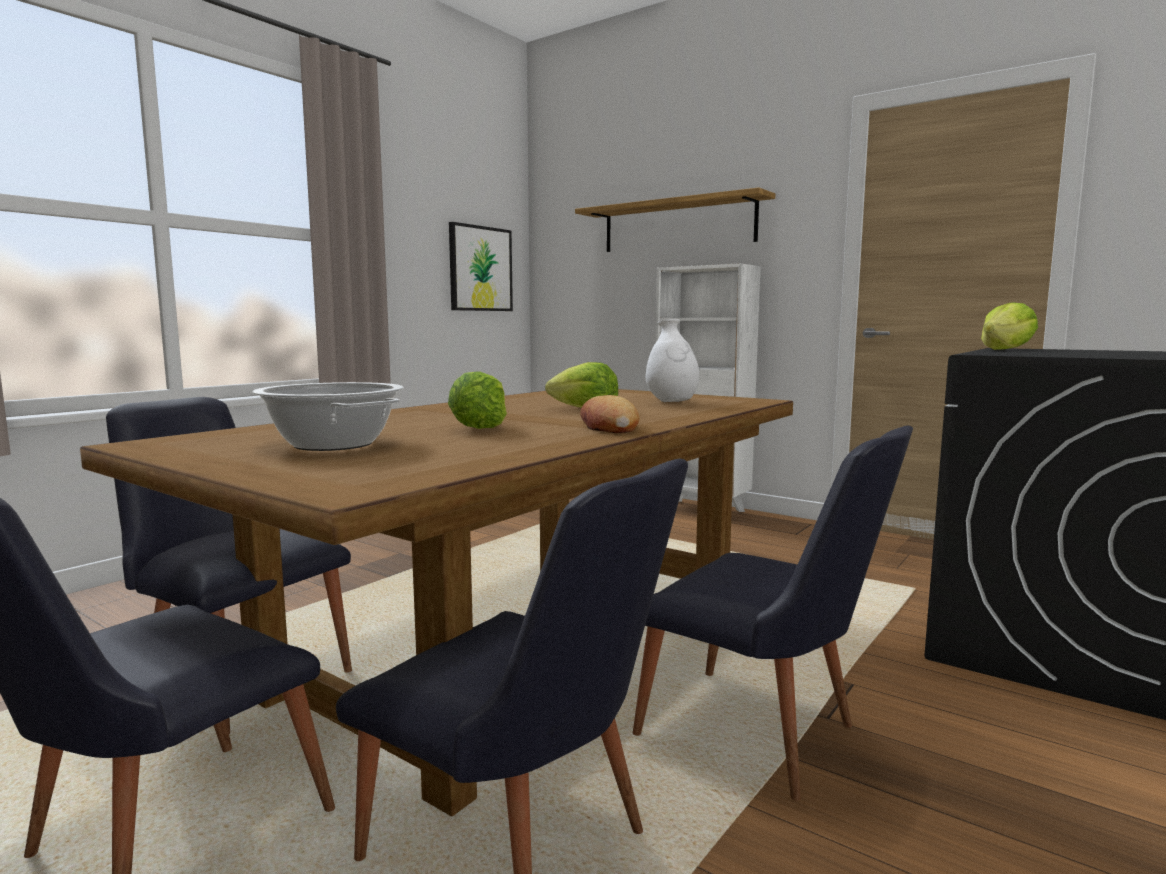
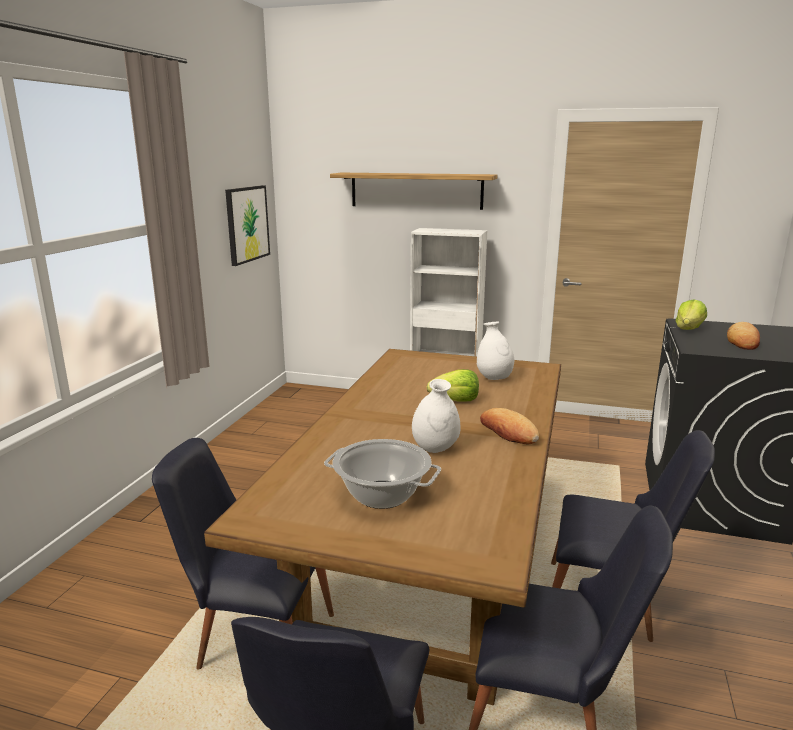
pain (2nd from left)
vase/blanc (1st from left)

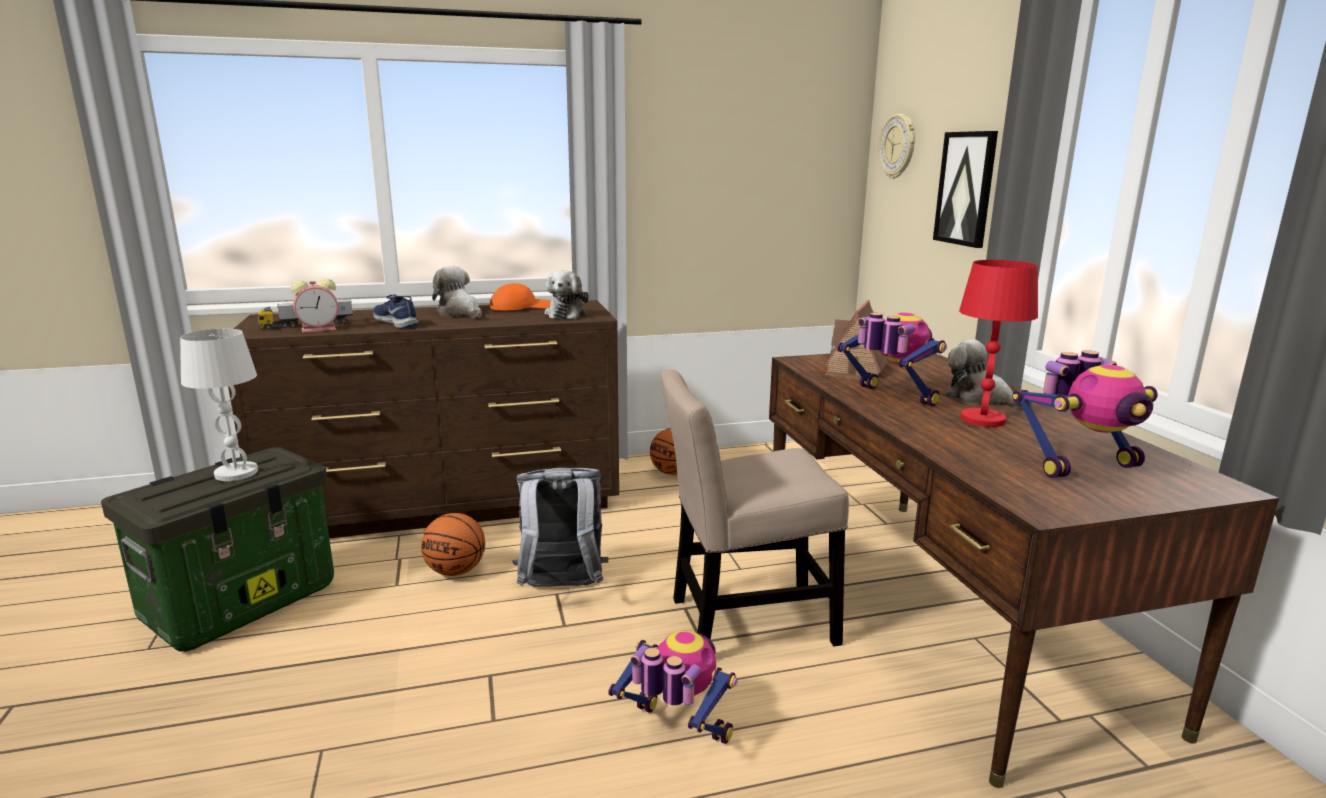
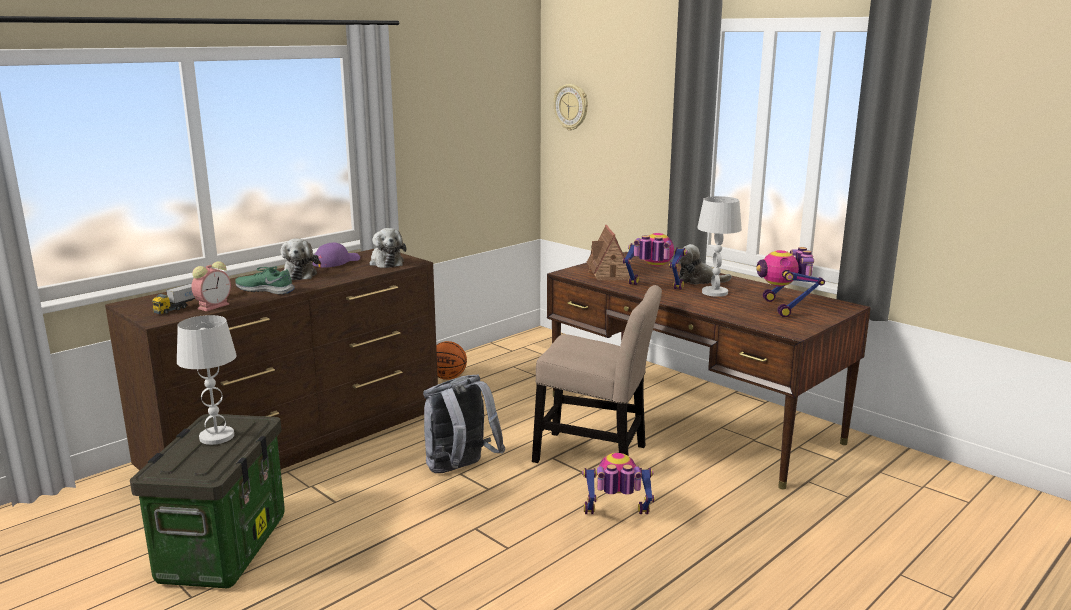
ballon de basket (1st from left in the first image)
tableau
chaussure/vert
casquette/violet
lampe de table/blanc (2nd from left)
peluche (1st from left)
chaise/beige
robot jouet (3rd from left)

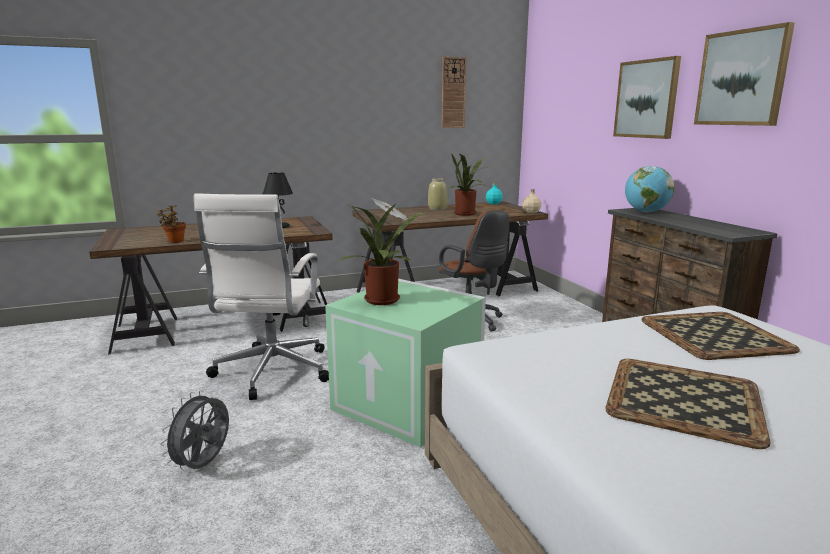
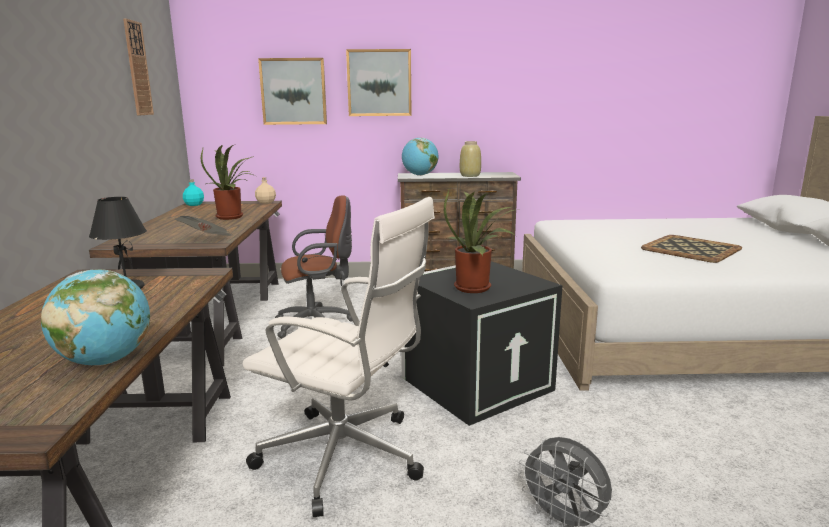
plateau (2nd from left in the first image)
vase/beige
tableau (1st from left)
globe (1st from left)
boîte de rangement/noir

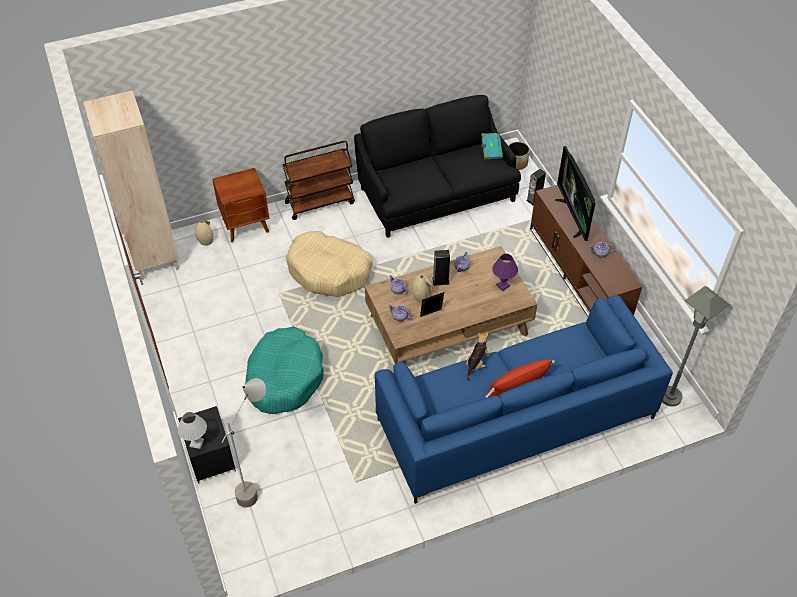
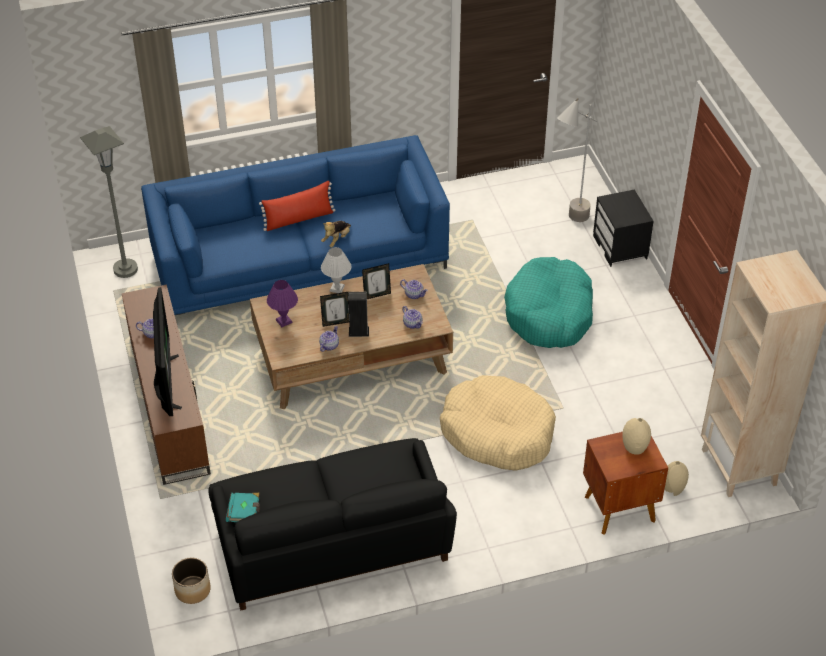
chariot/marron
enceinte (2nd from left in the first image)
cadre photo (1st from left)
lampe de table/blanc
vase/beige (1st from left)

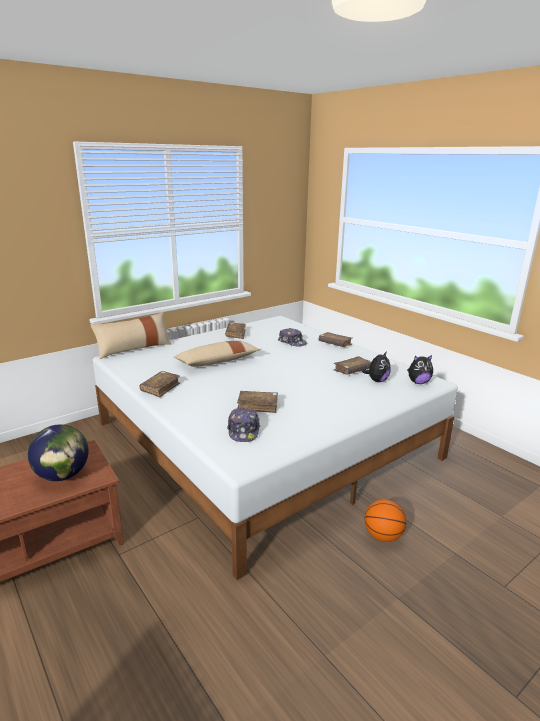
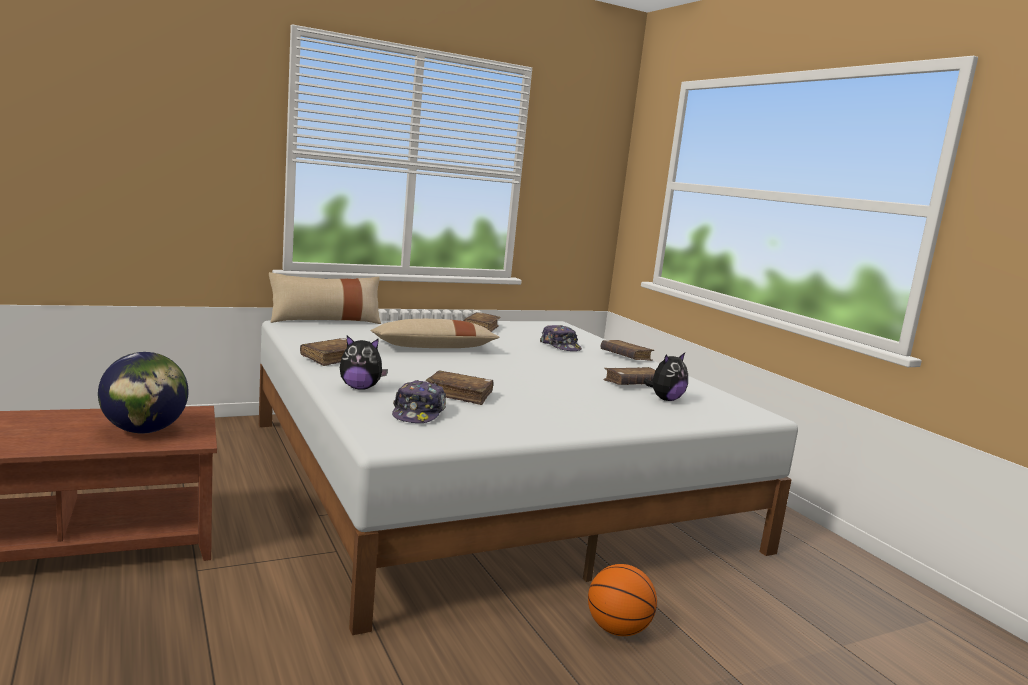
peluche (1st from left)

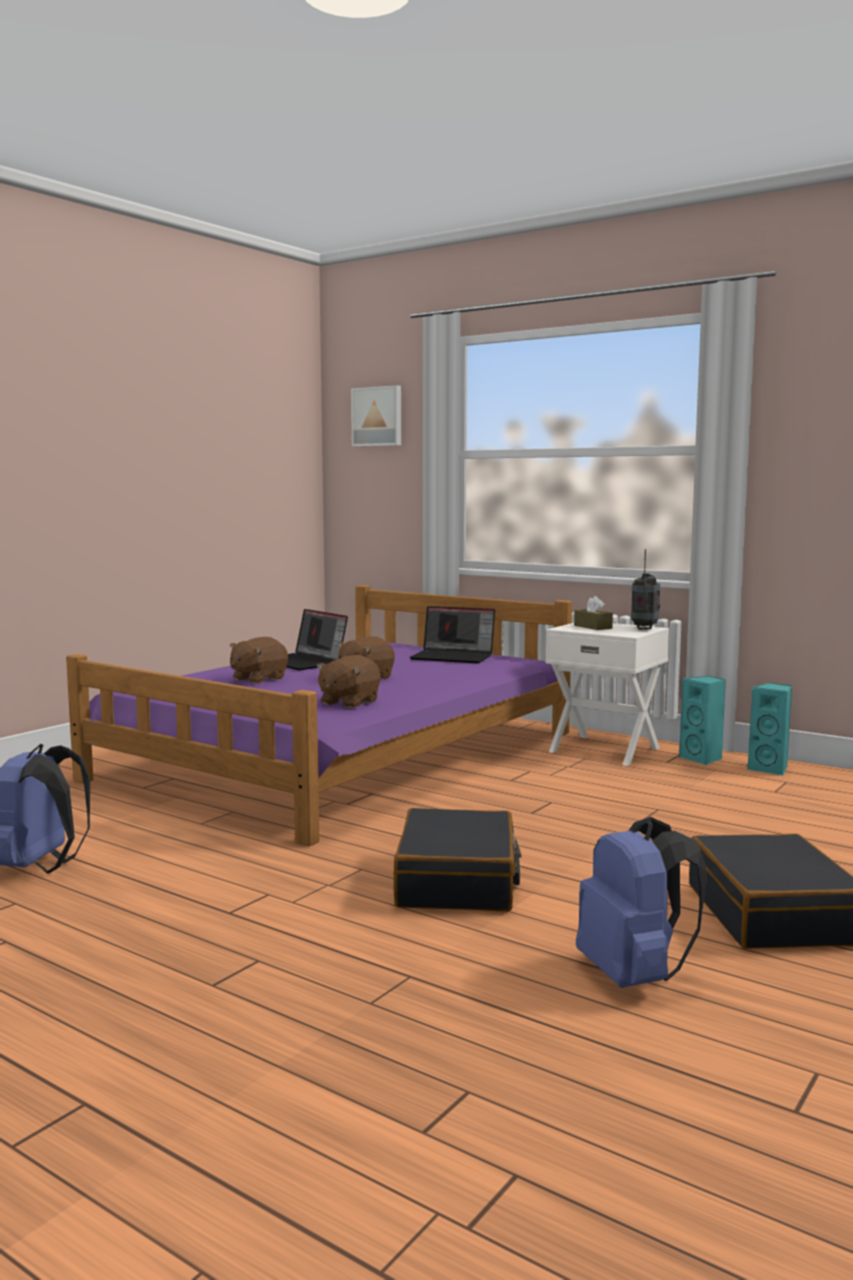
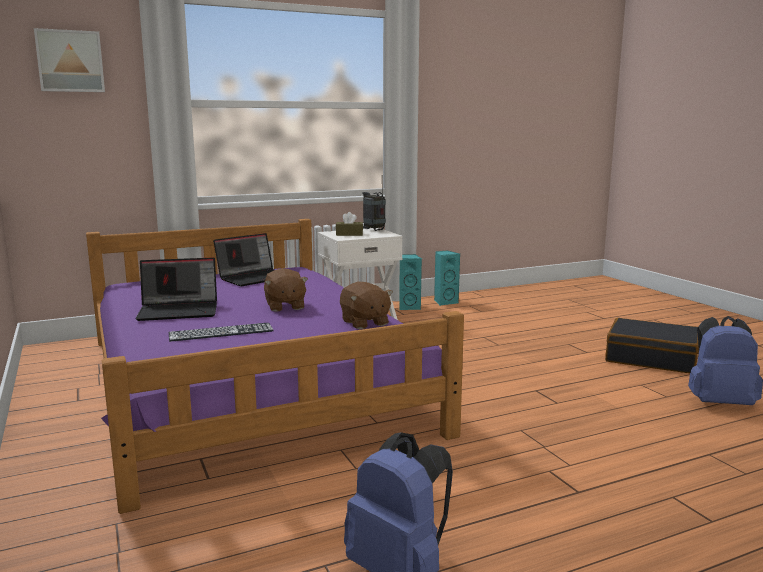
valise/noir (1st from left in the first image)
clavier

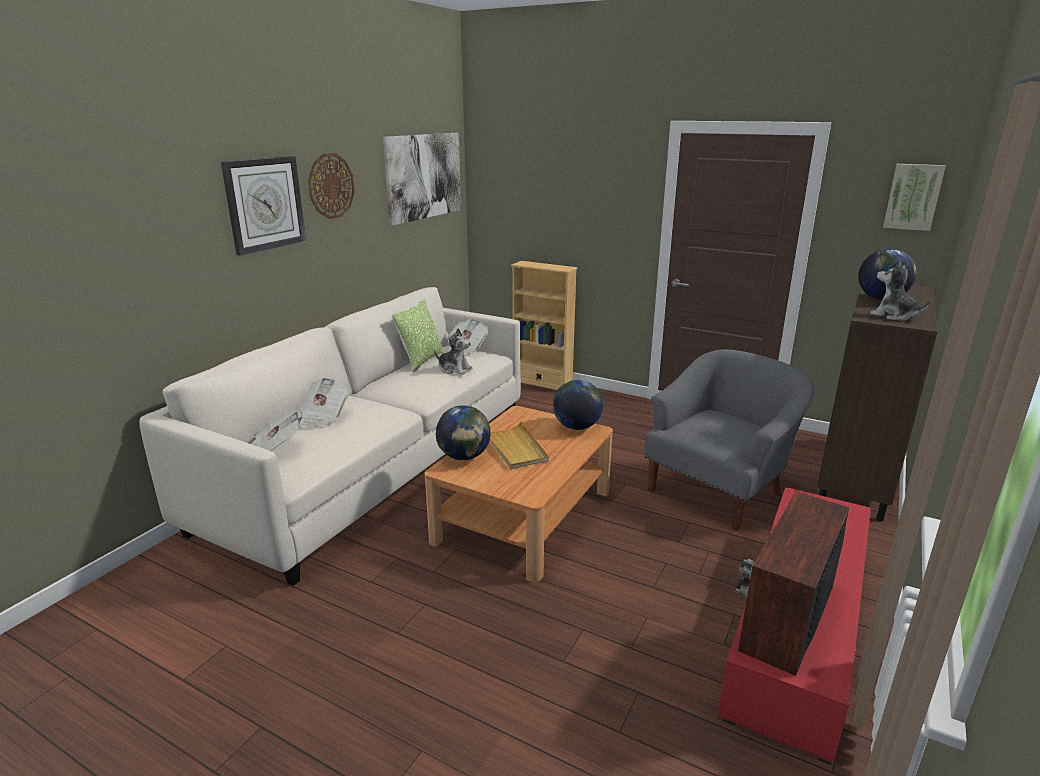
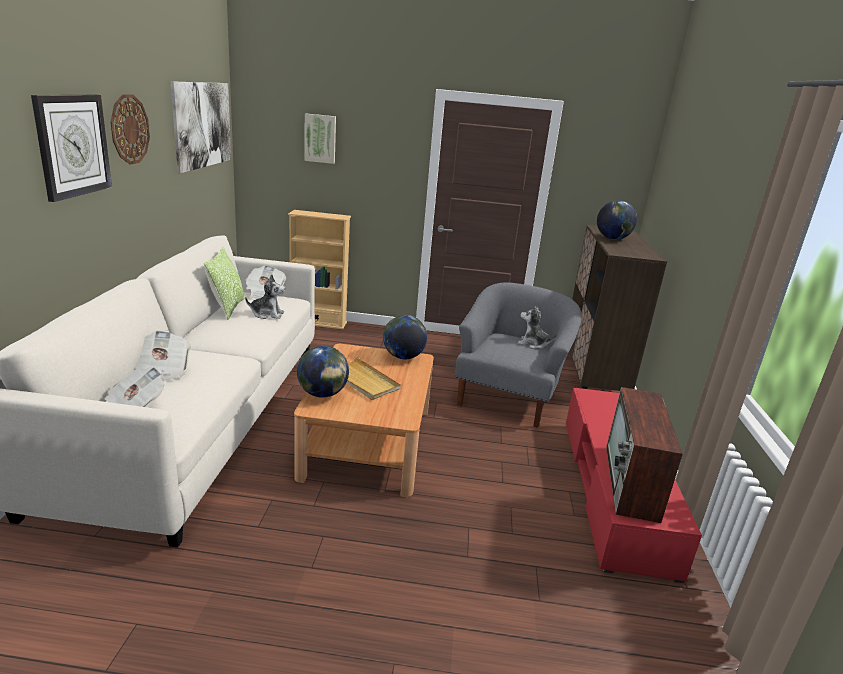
peluche (2nd from left)
tableau (2nd from left)

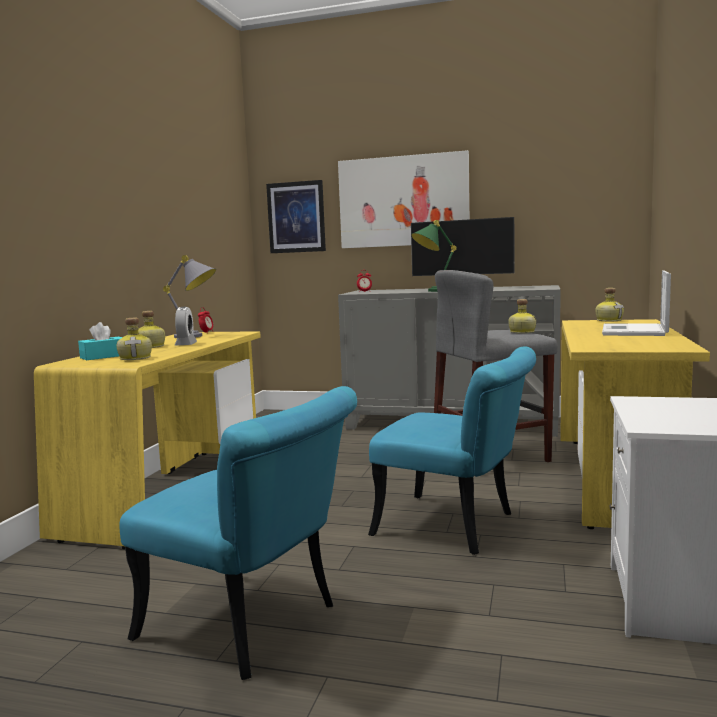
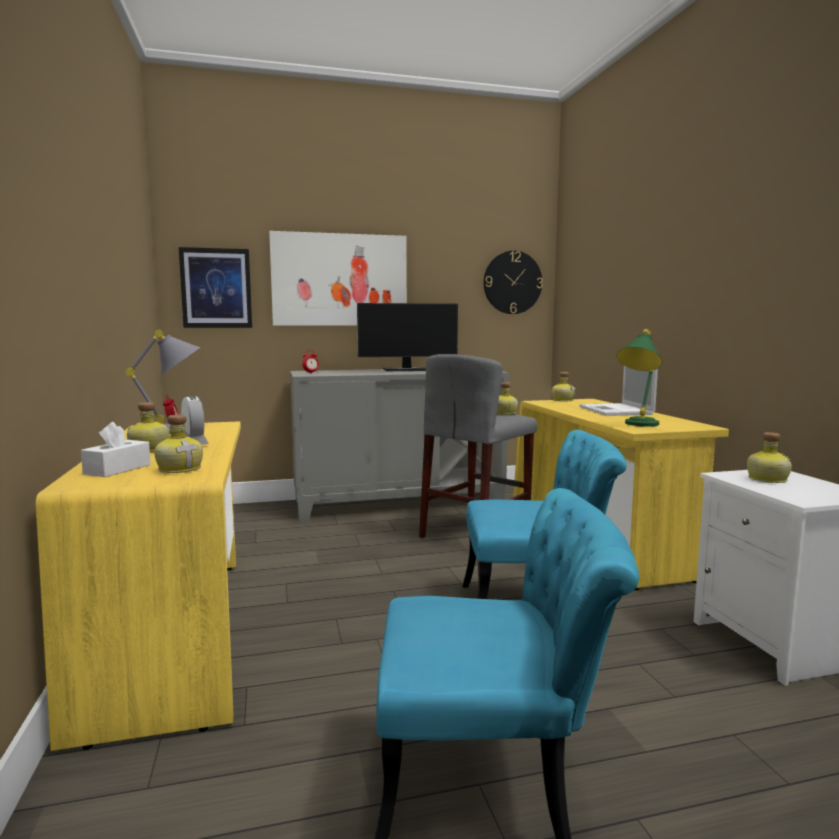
horloge murale
bouteille (5th from left)
lampe de table/vert
boîte à mouchoirs/blanc

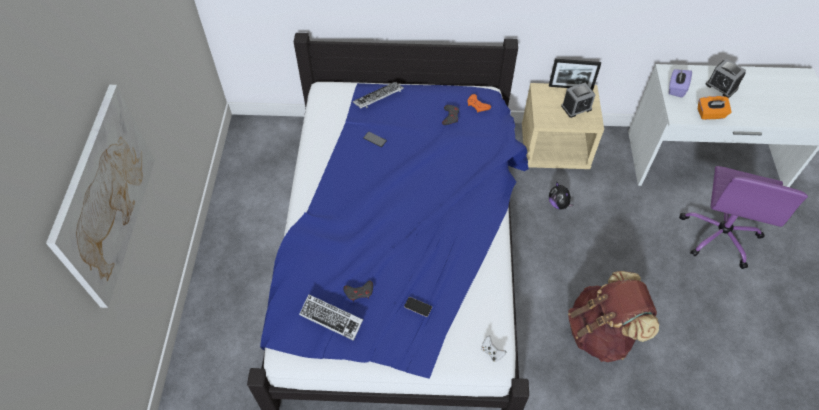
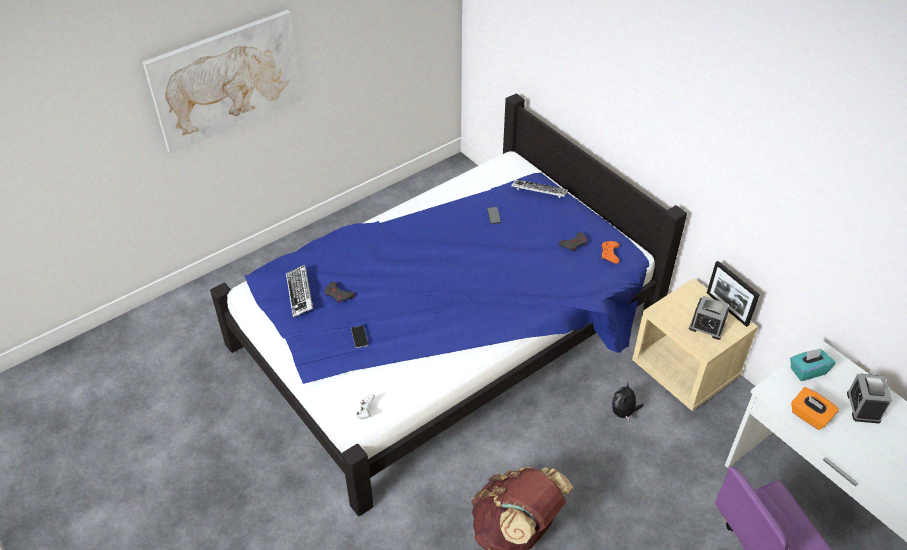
boîte à mouchoirs/turquoise

